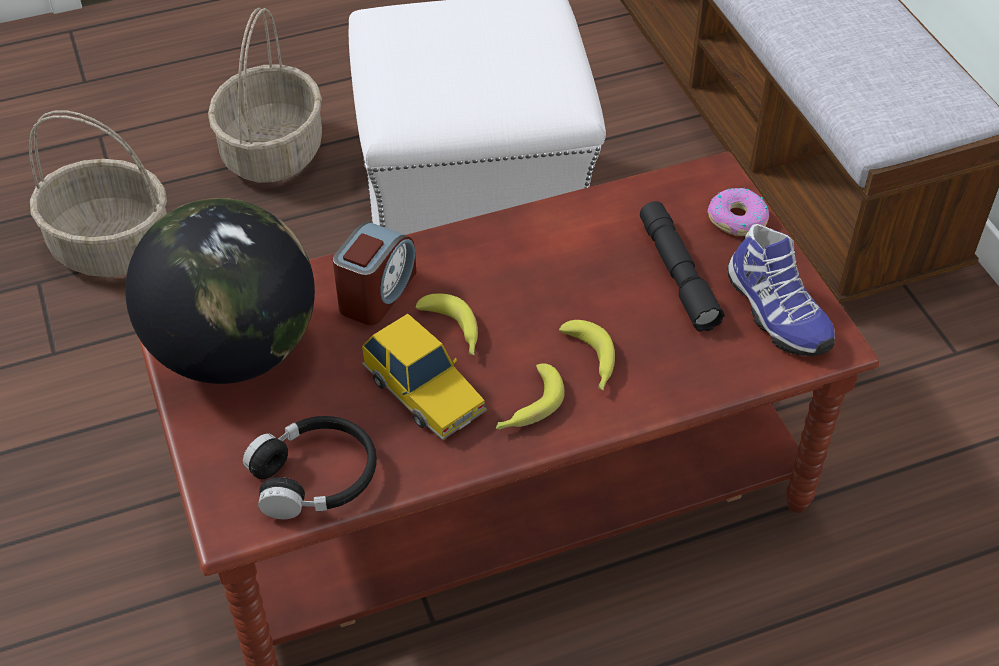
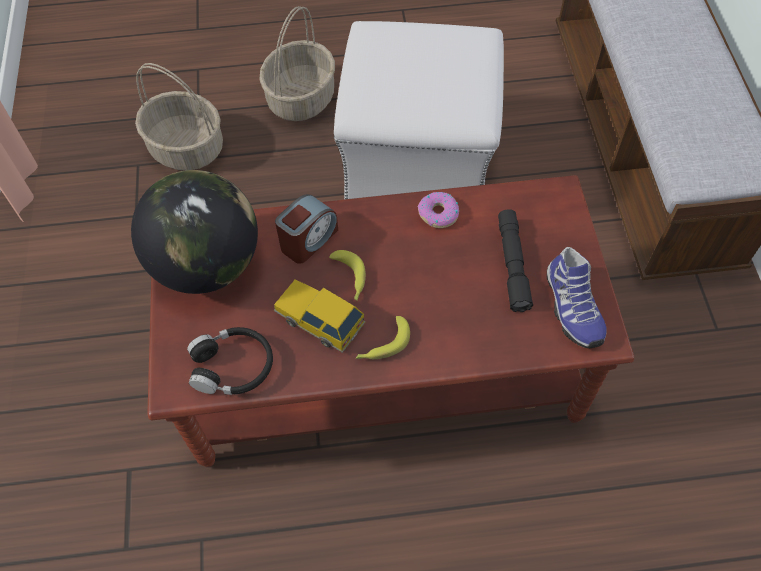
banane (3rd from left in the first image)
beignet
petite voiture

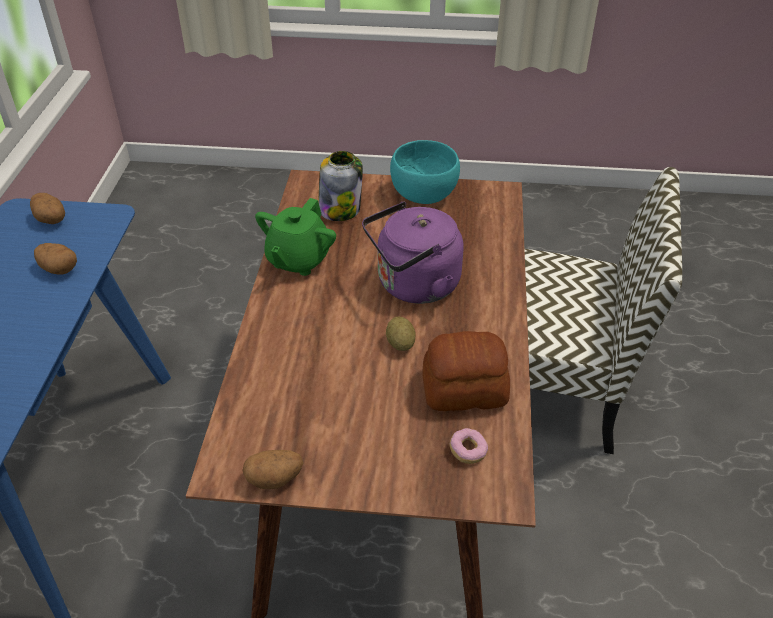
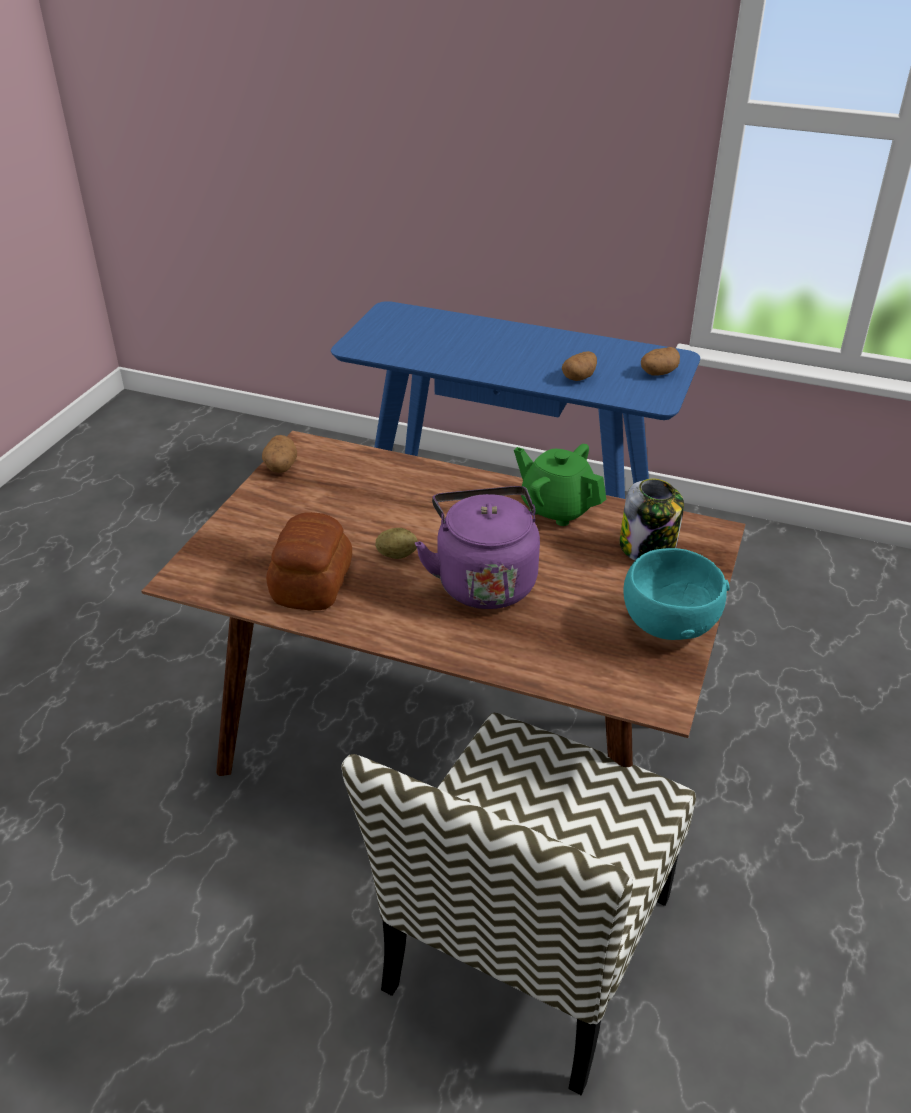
beignet

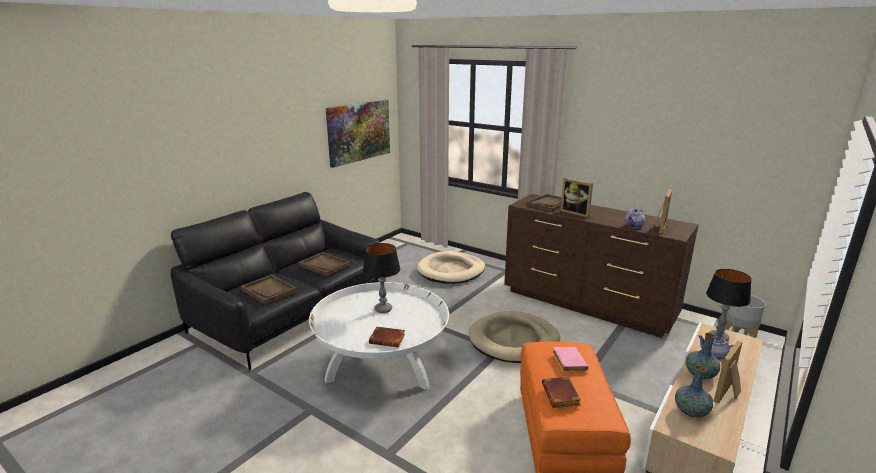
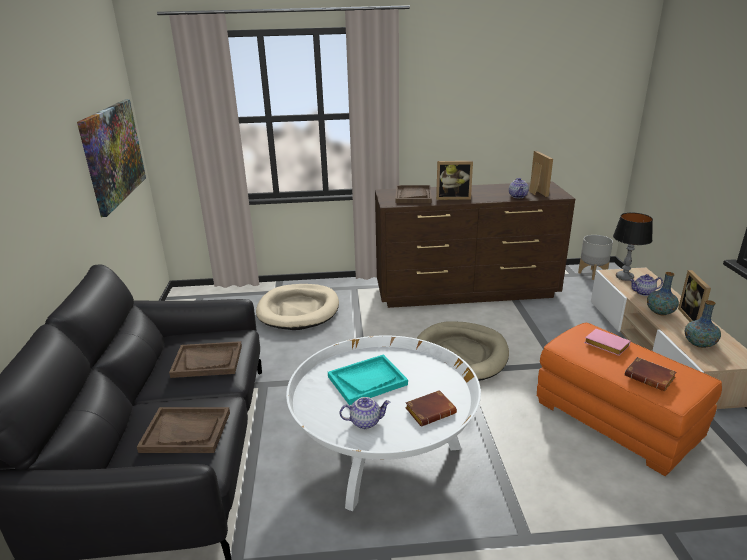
théière (1st from left)
plateau/turquoise

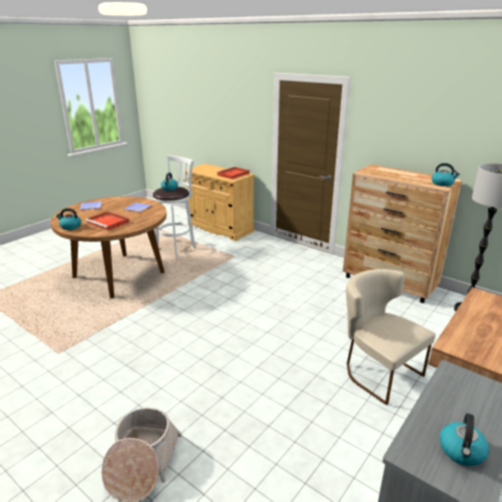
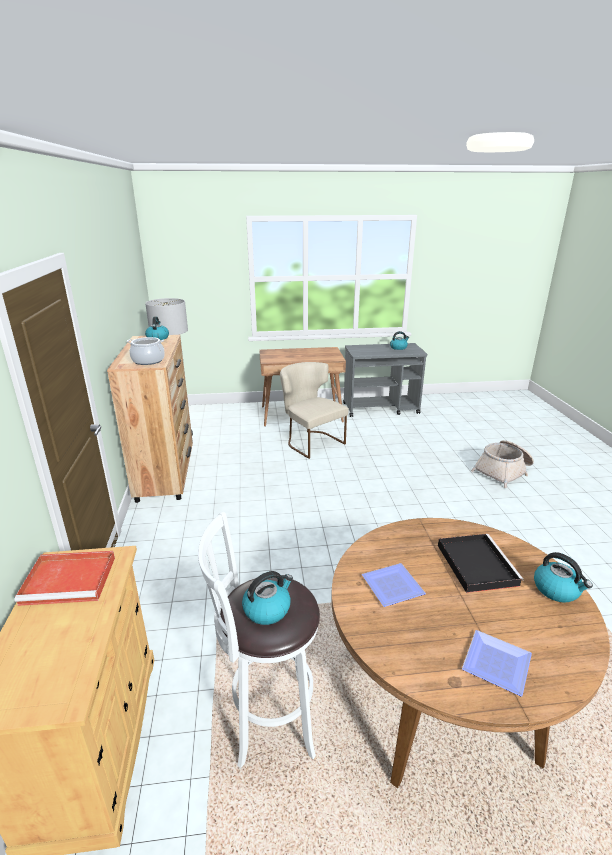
marmite
plateau/noir
chaise/beige

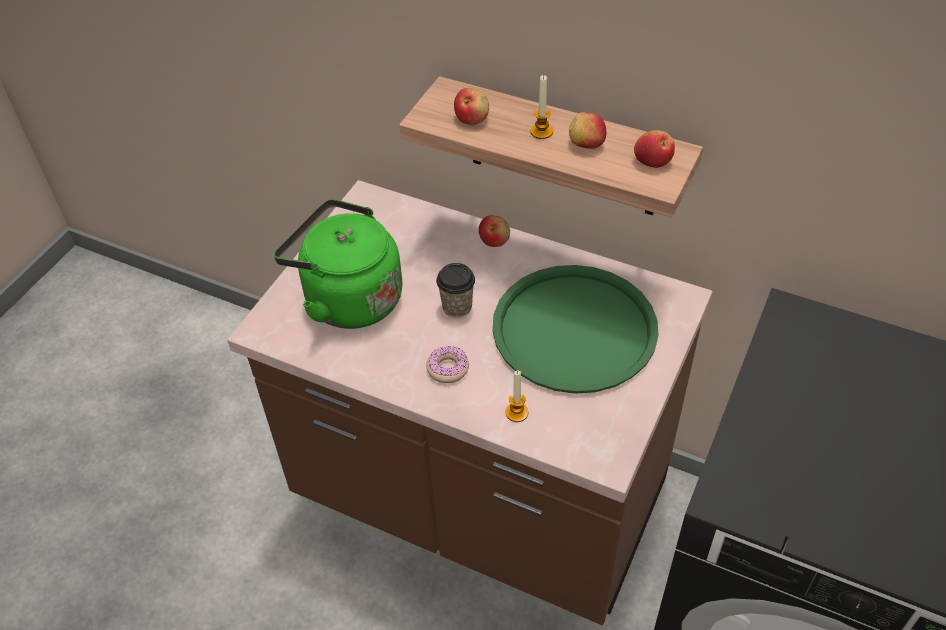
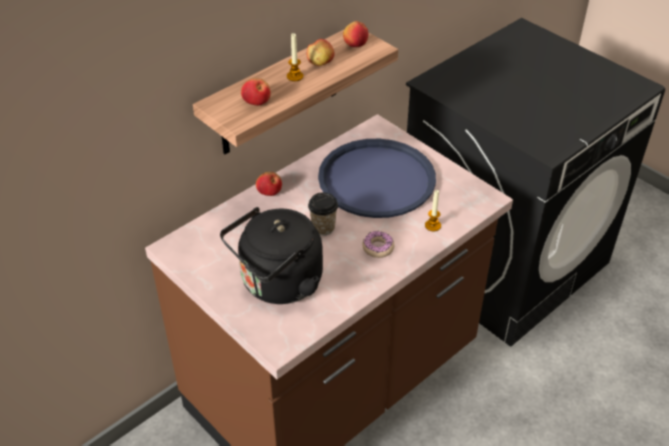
bouilloire/noir
plateau/bleu

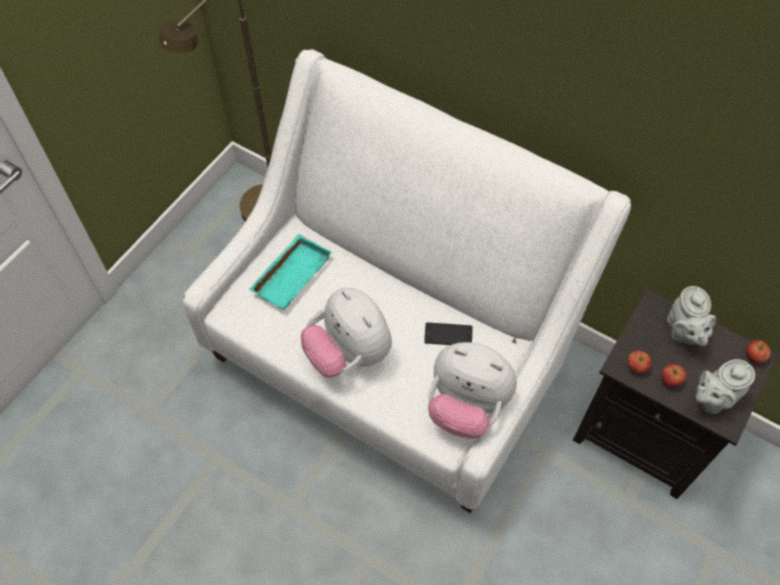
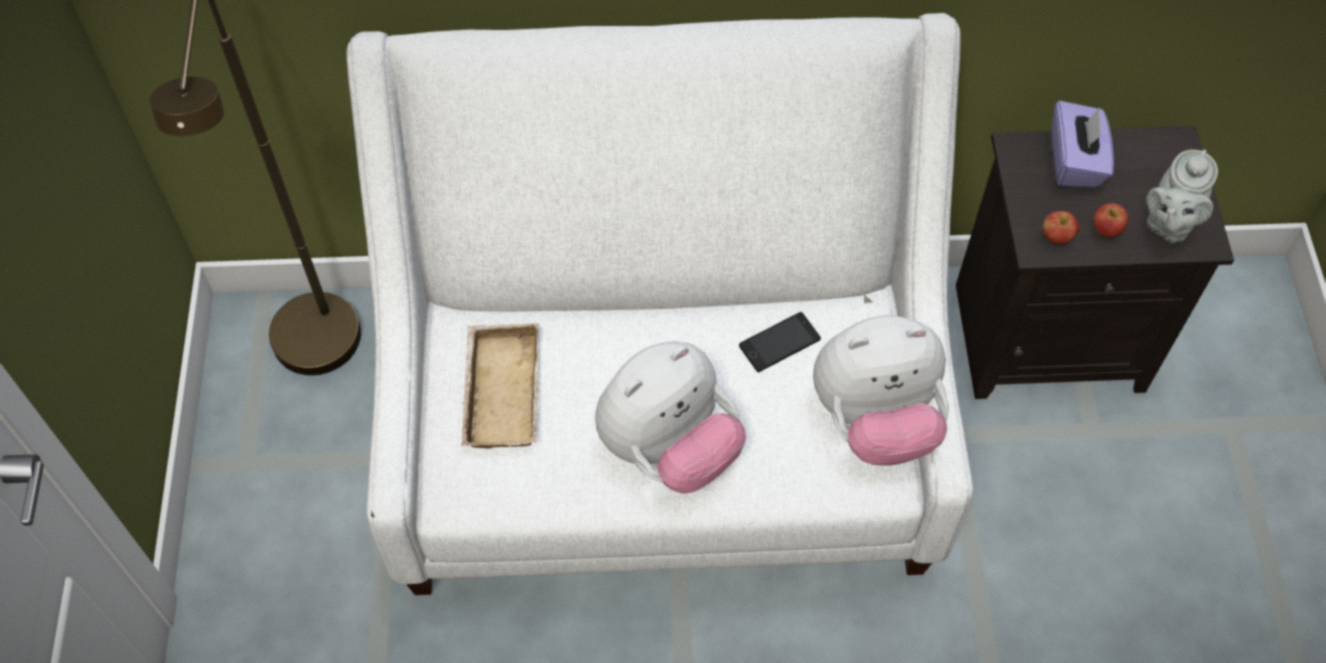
pomme (3rd from left in the first image)
boîte à mouchoirs/violet
plateau/beige
peluche (1st from left)

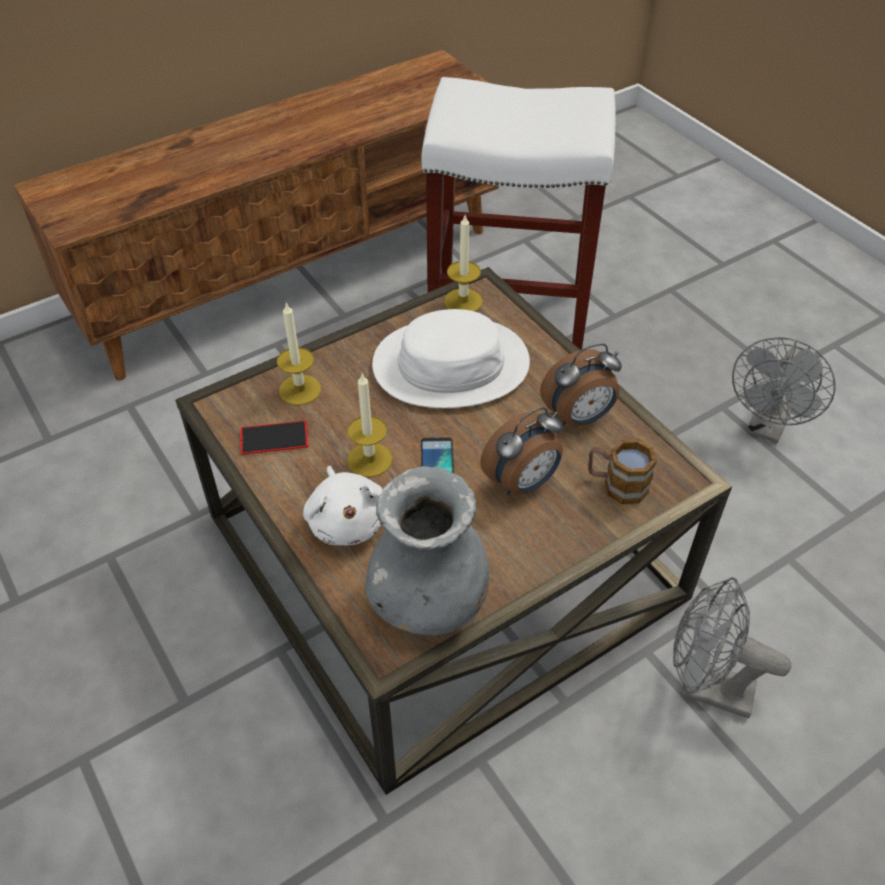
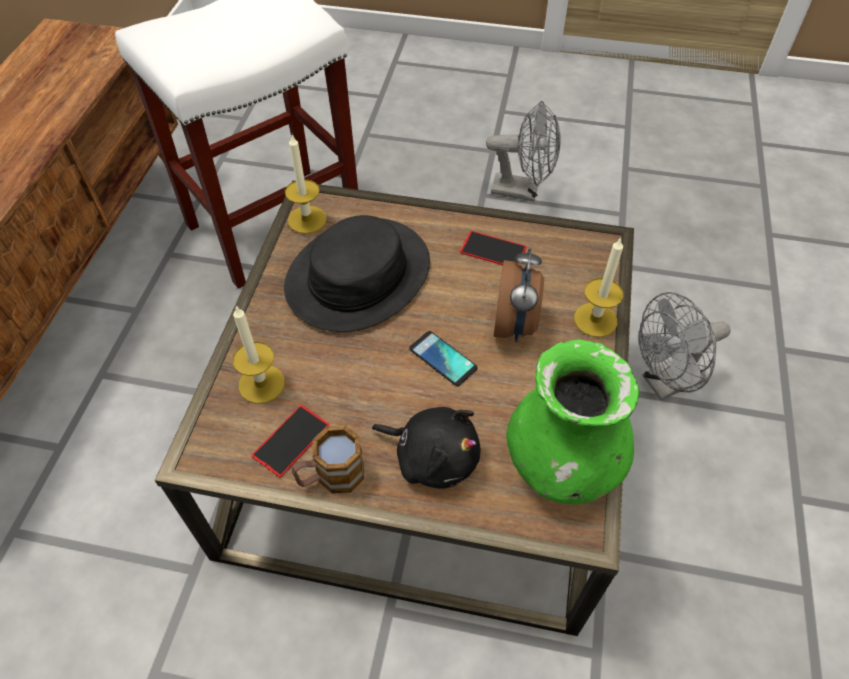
bougie (3rd from left)
mug
téléphone (3rd from left)
peluche/noir
vase/vert
chapeau/noir
ventilateur/gris (1st from left)

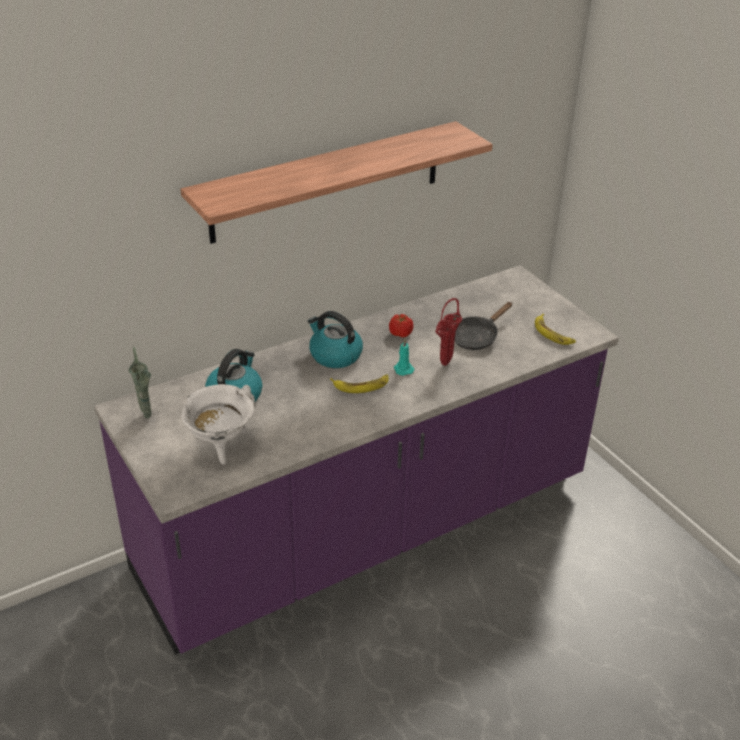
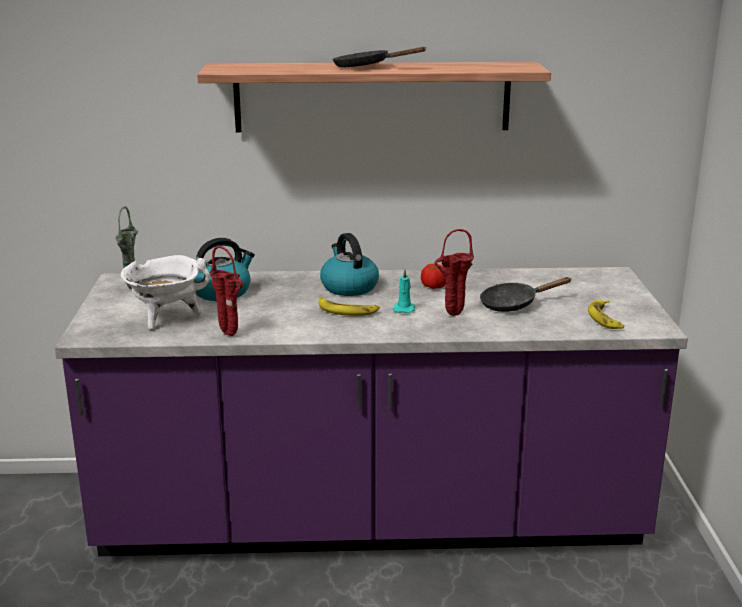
vase/rouge (1st from left)
poêle/noir (1st from left)

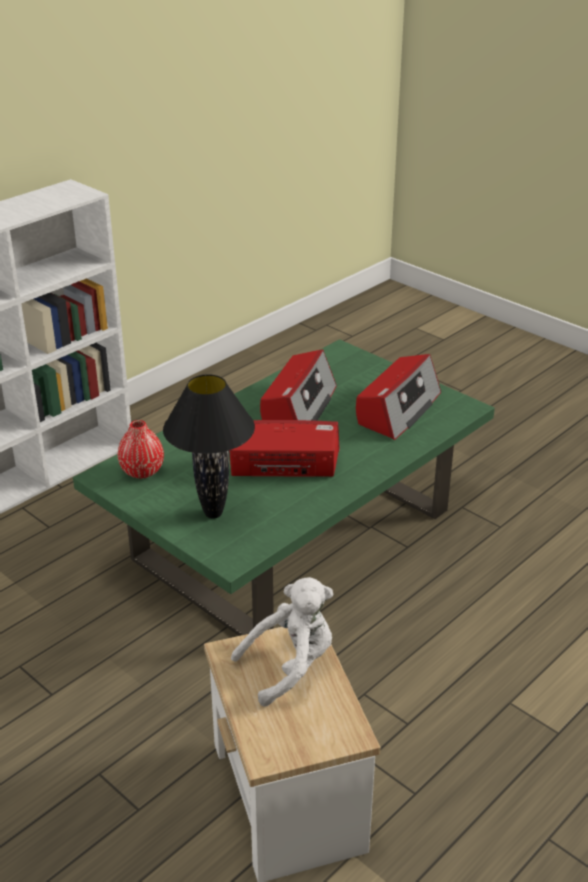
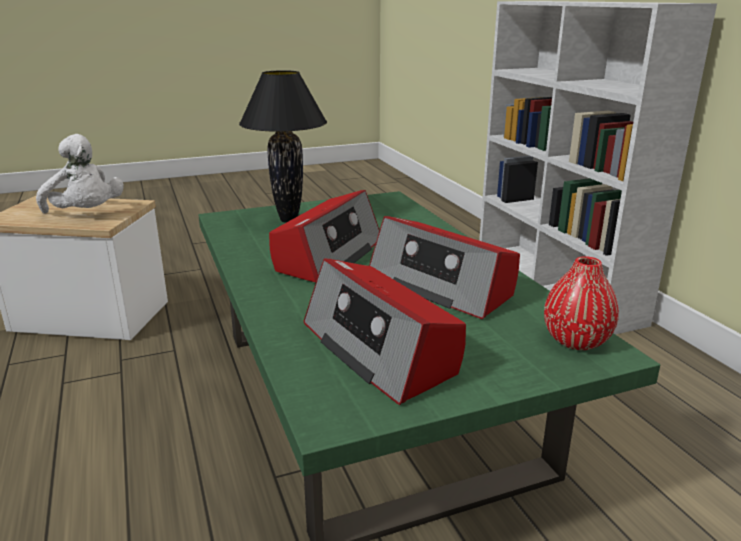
vase/rouge
peluche/blanc

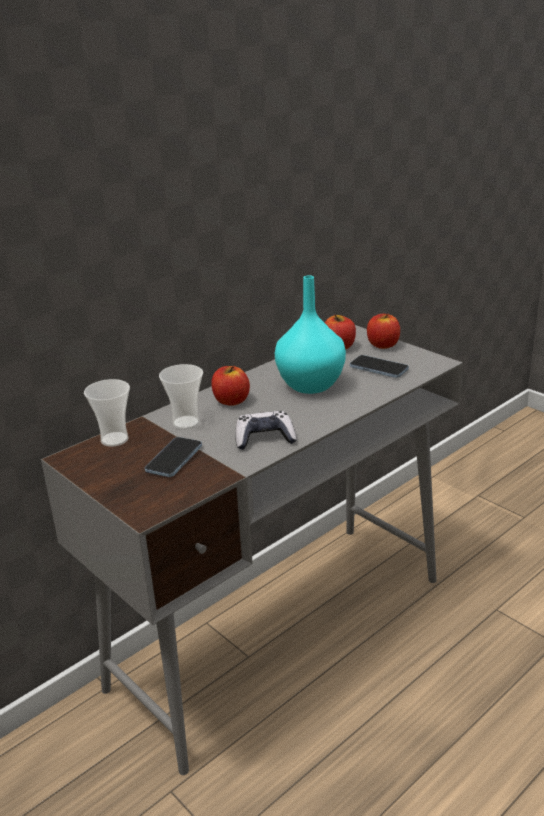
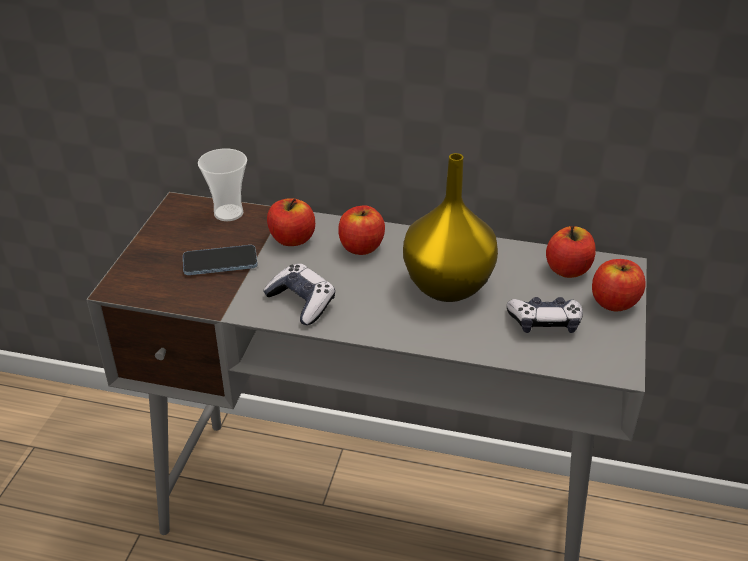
pomme (1st from left)
manette (2nd from left)
vase/jaune

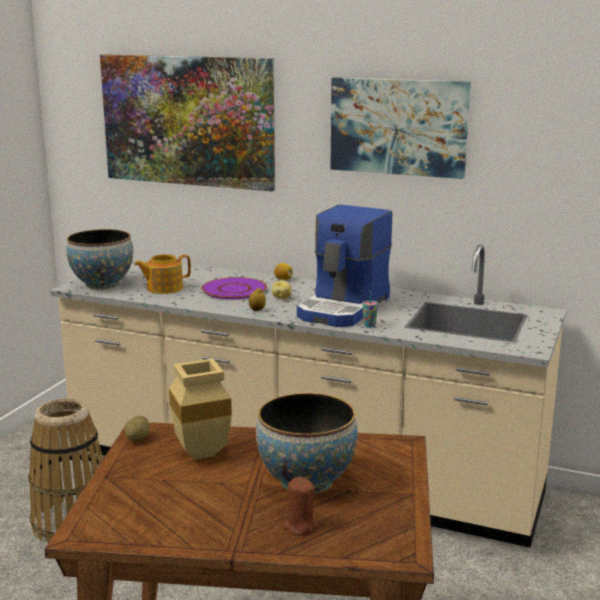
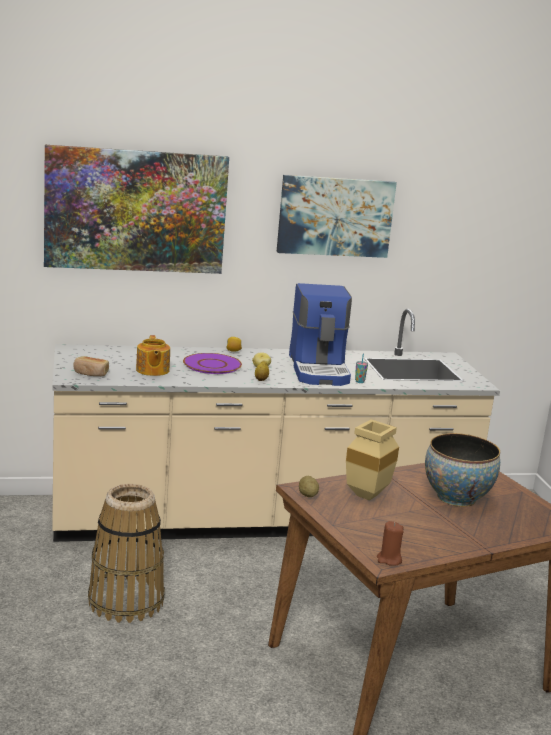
bougie/marron
pain
théière

